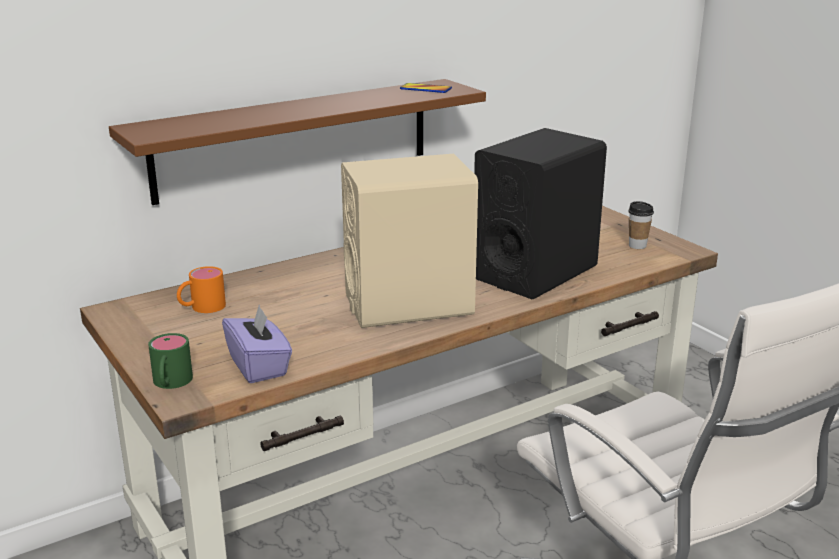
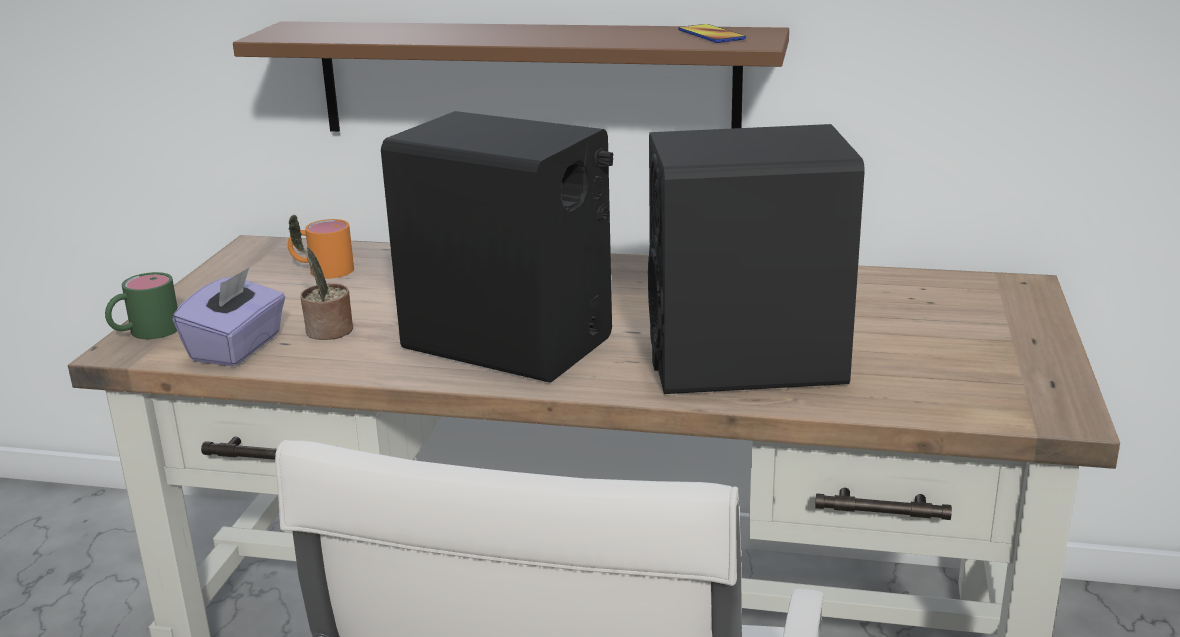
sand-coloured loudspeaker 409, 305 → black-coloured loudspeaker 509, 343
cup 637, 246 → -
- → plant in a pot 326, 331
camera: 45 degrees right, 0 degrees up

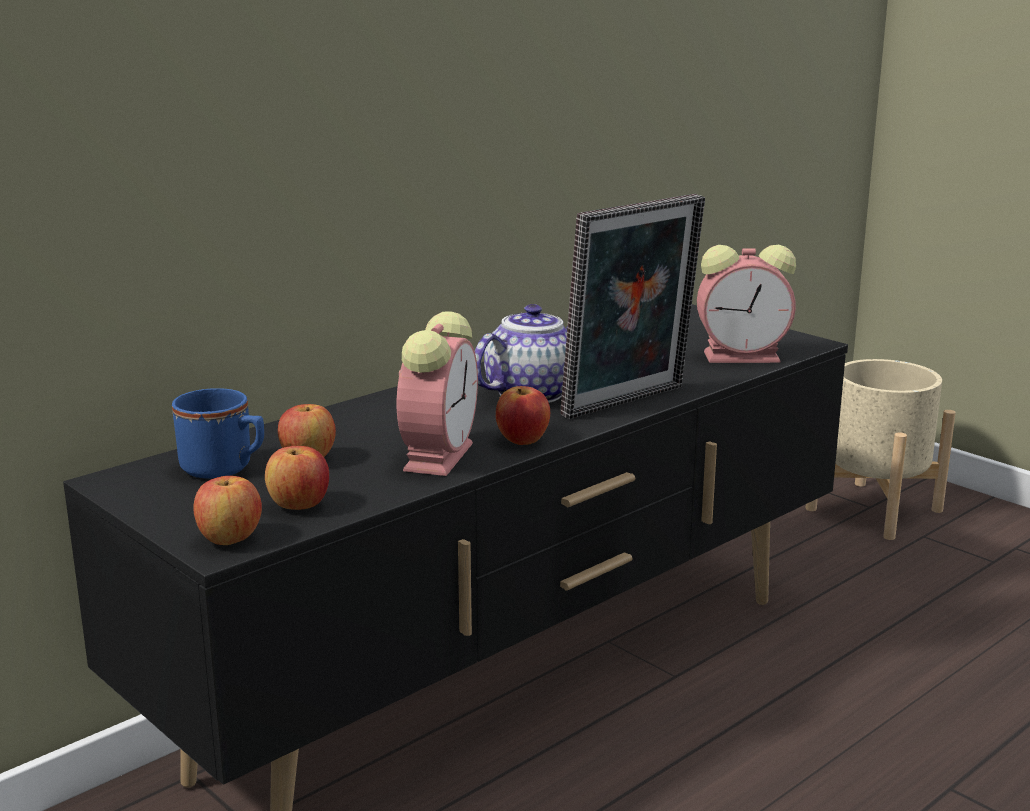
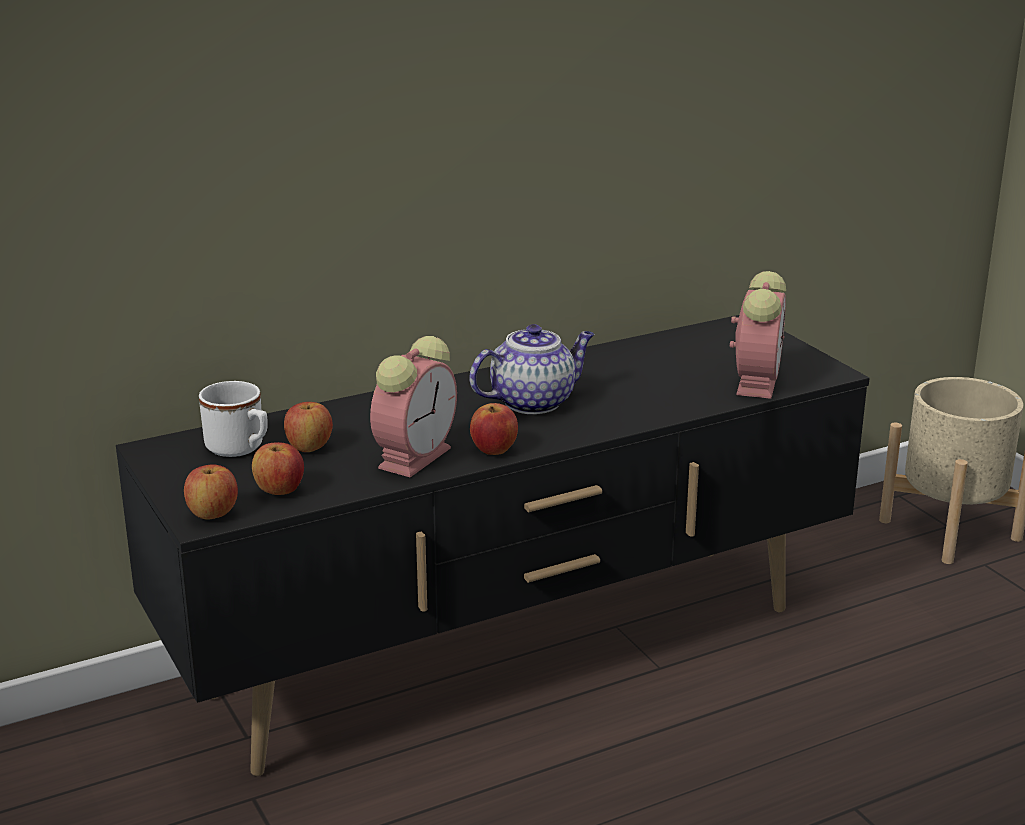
standing frame 629, 404 → -
bedside clock 744, 356 → bedside clock 756, 381, 90 degrees counterclockwise
blue mug 225, 469 → whitish mug 240, 449
camera: 15 degrees right, 5 degrees up

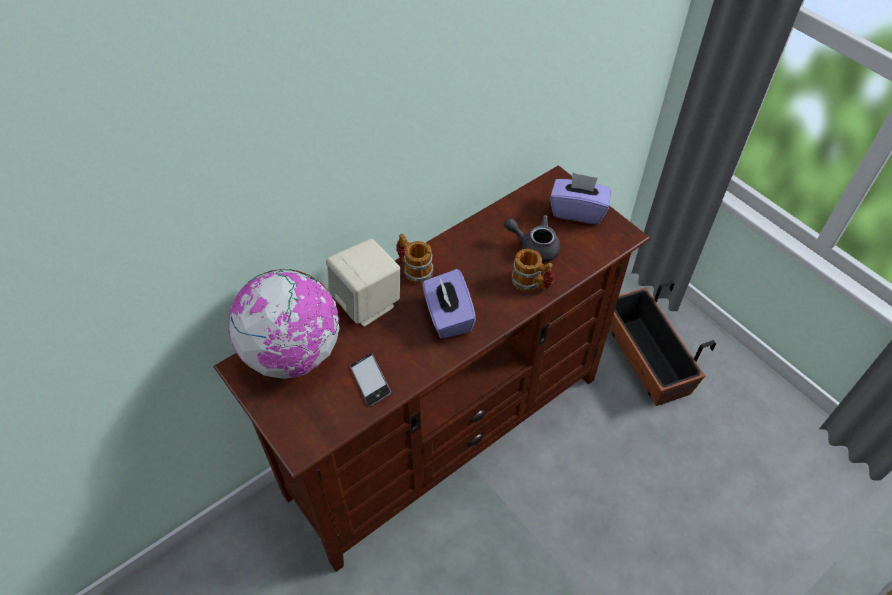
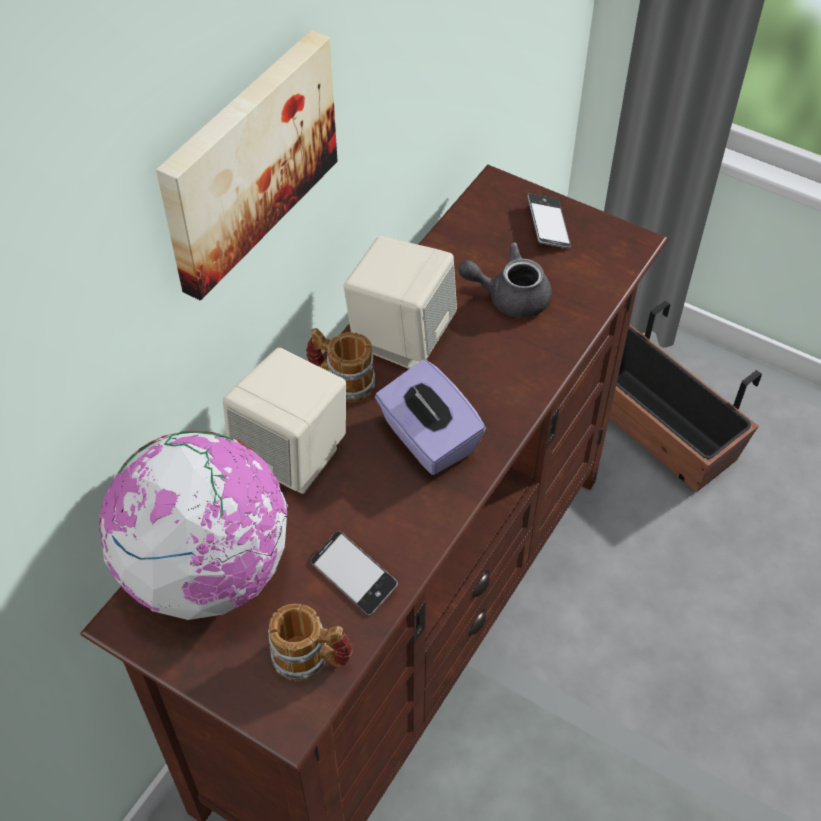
purplish box of tissues 577, 211 → handset 548, 225
mug 531, 283 → mug 312, 659, move
- → picture 246, 160
- → sand-coloured loudspeaker 401, 337
camera: 20 degrees left, 0 degrees up

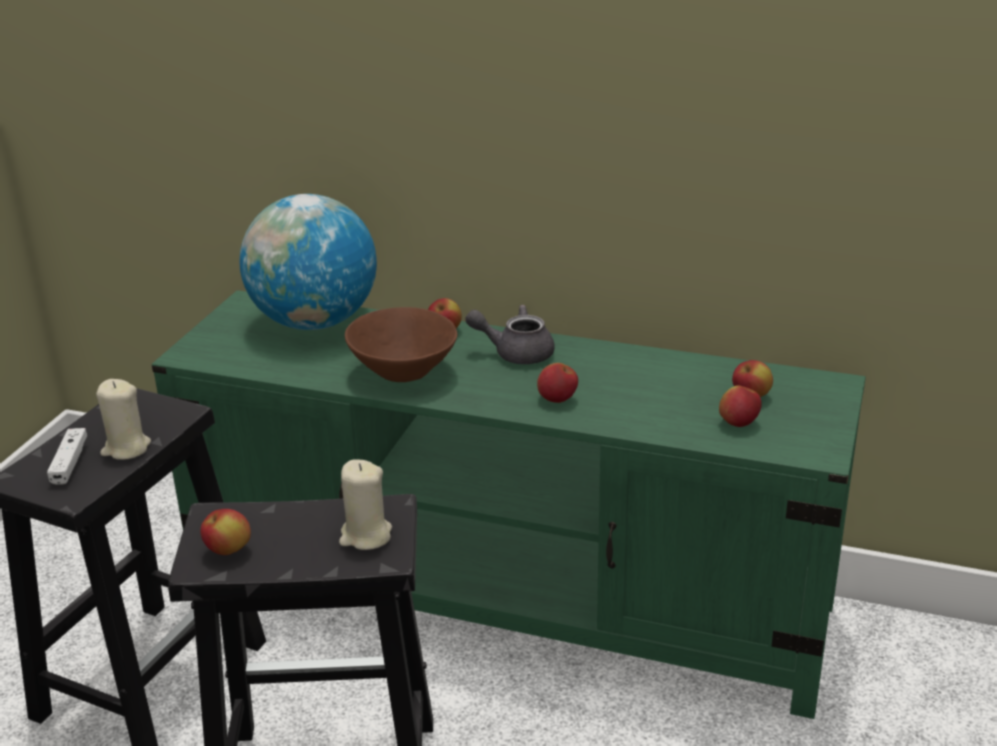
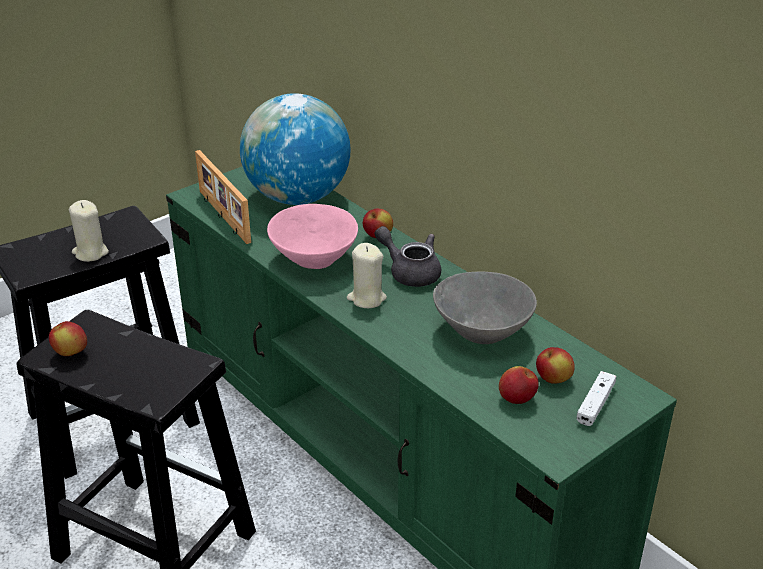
brown bowl 404, 373 → pinkish bowl 314, 260
whole apple 557, 399 → -
whitish game controller 69, 463 → whitish game controller 595, 404, move
sand-coloured candle 365, 536 → sand-coloured candle 366, 298, move
- → standing frame 222, 216
- → greyish bowl 481, 332
camera: 30 degrees right, 5 degrees up

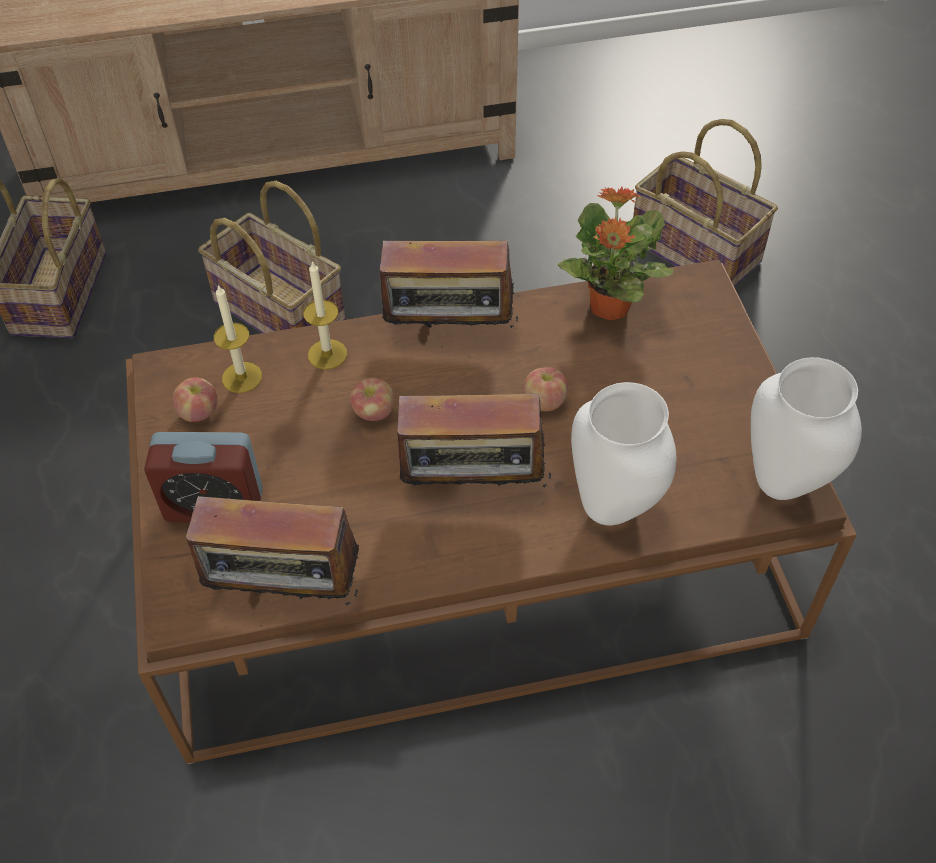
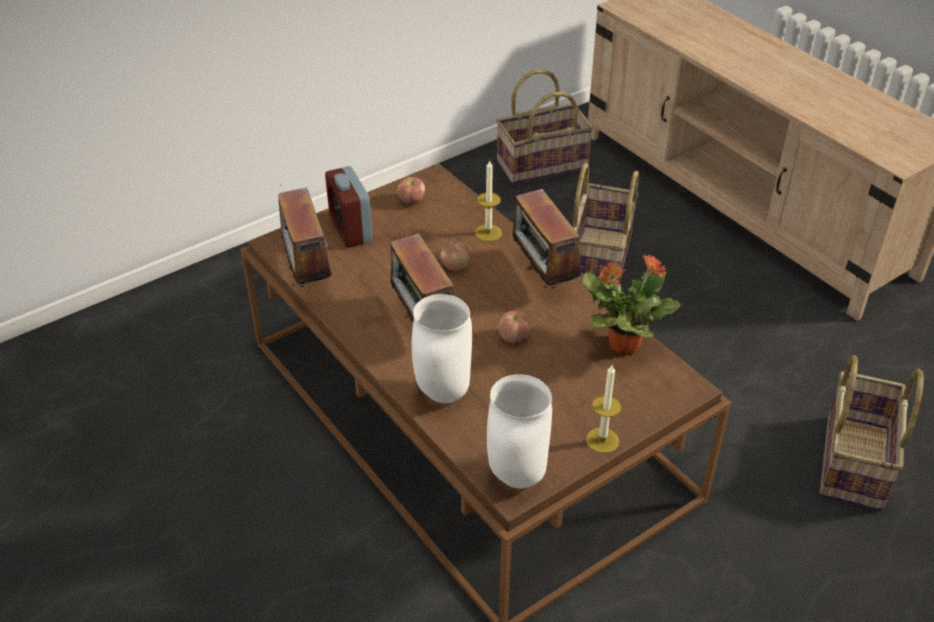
candle 242, 377 → candle 602, 440, move
camera: 65 degrees right, 10 degrees down

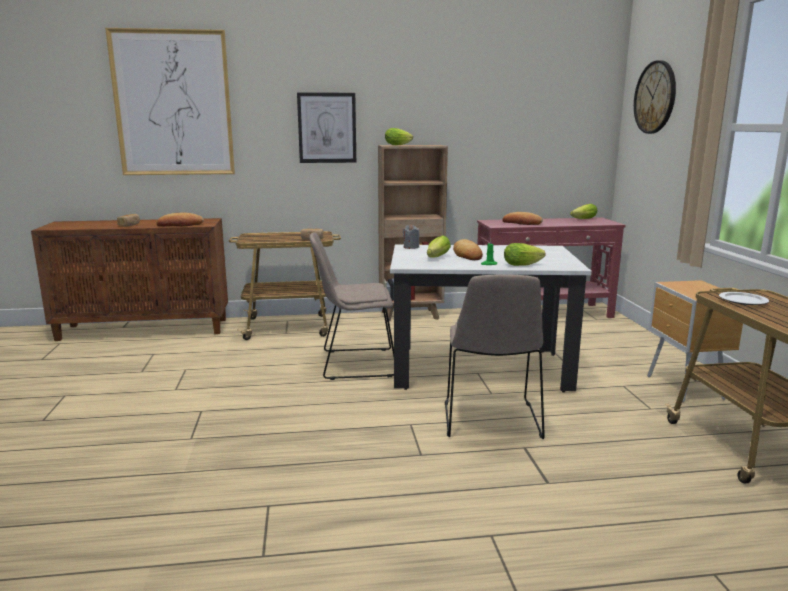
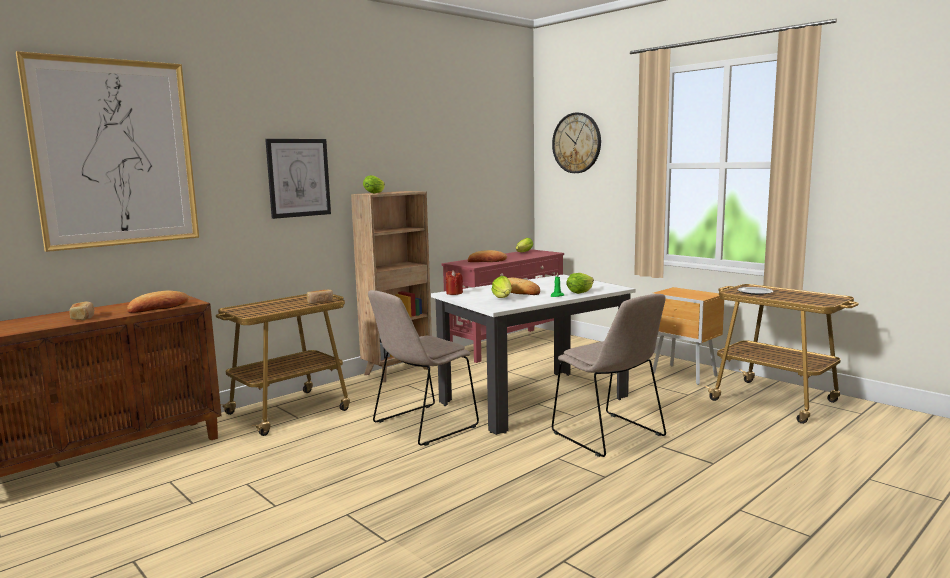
greyish candle 411, 247 → reddish candle 454, 293
camera: 35 degrees left, 5 degrees down

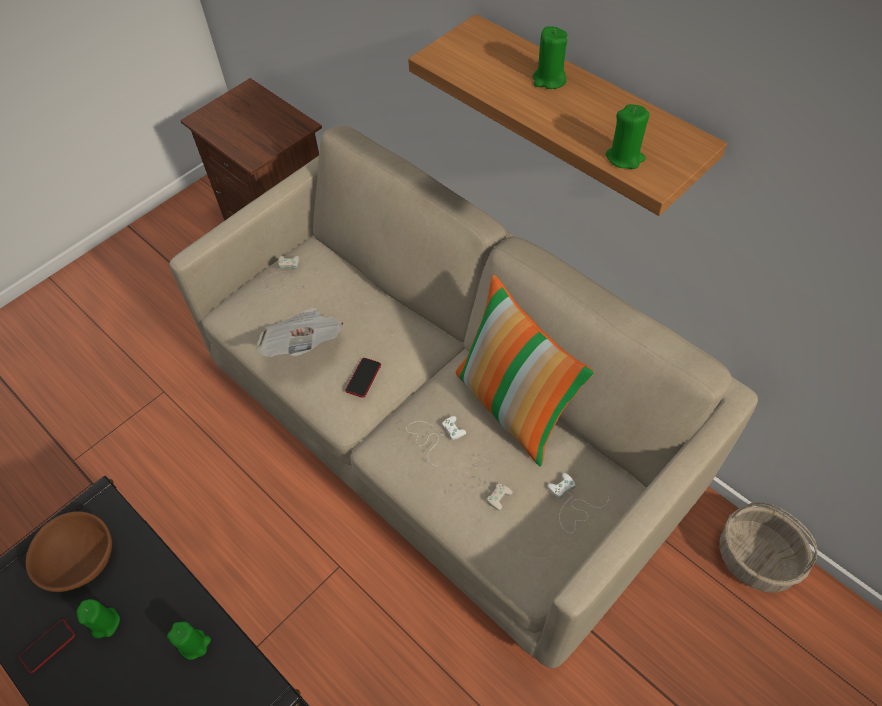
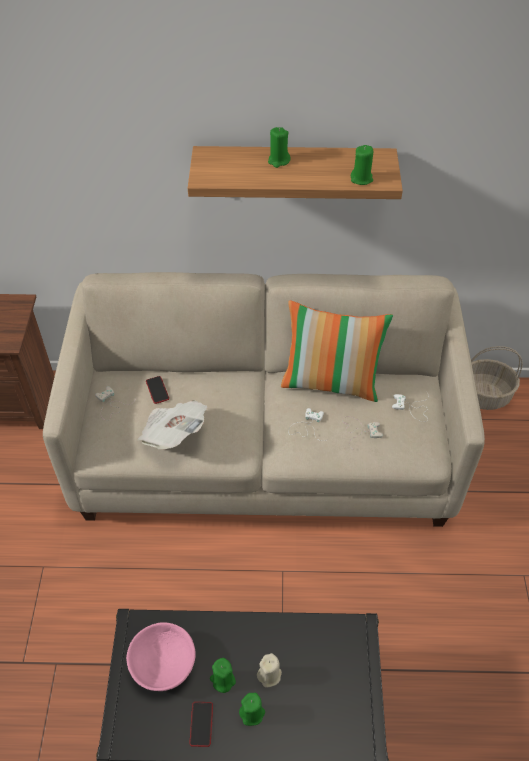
handset 363, 378 → handset 157, 390, move
brown bowl 82, 560 → pinkish bowl 164, 664
green candle 194, 644 → green candle 252, 713, move
- → sand-coloured candle 269, 675
camera: 45 degrees left, 5 degrees down

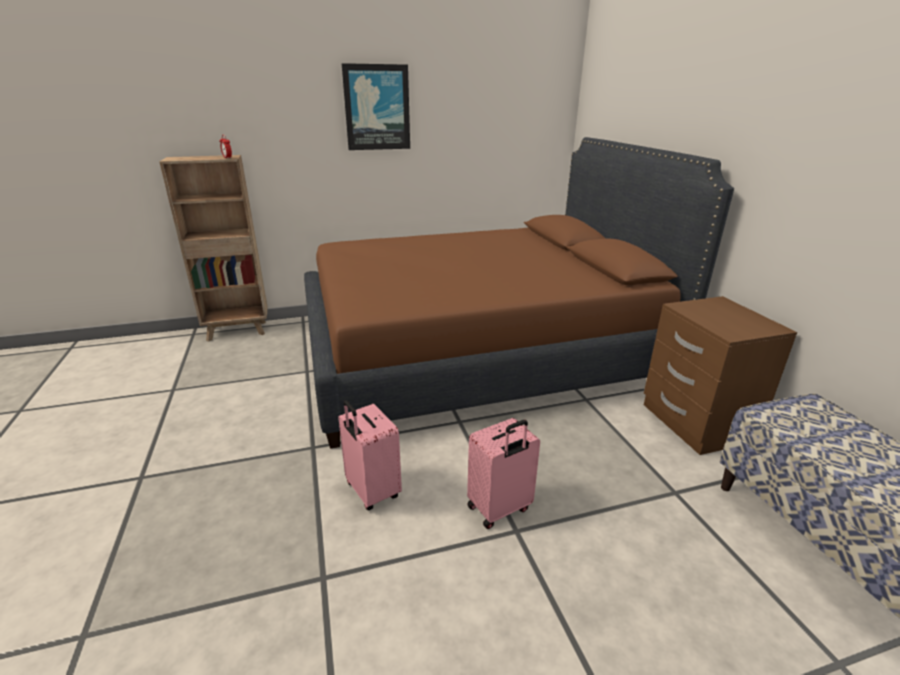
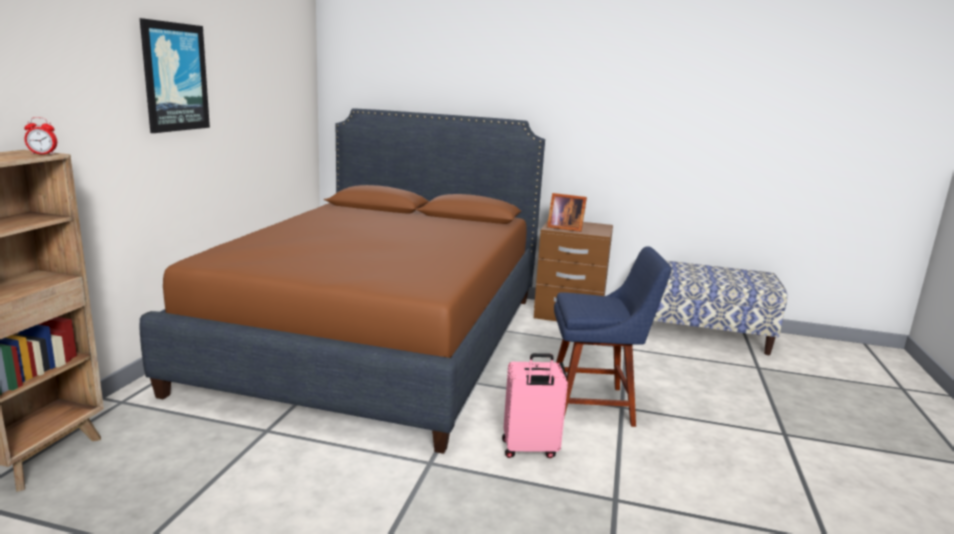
pinkish piece of luggage 500, 509 → blue chair 596, 405
- → standing frame 564, 228
camera: 60 degrees left, 10 degrees down

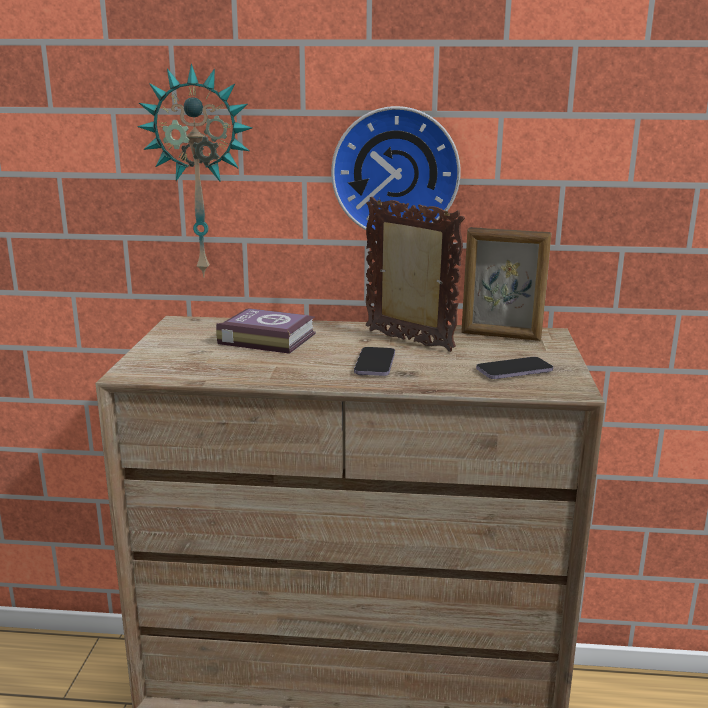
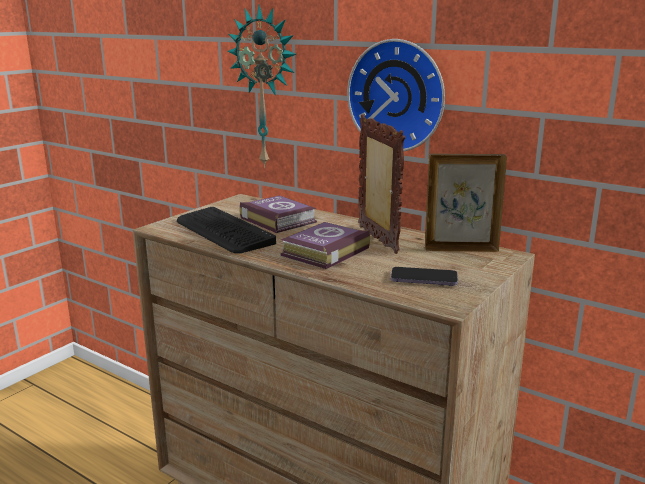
standing frame 501, 336 → standing frame 460, 249, 135 degrees clockwise
handset 375, 364 → bound book 323, 252
- → PC keyboard 223, 231
camera: 30 degrees right, 0 degrees up

